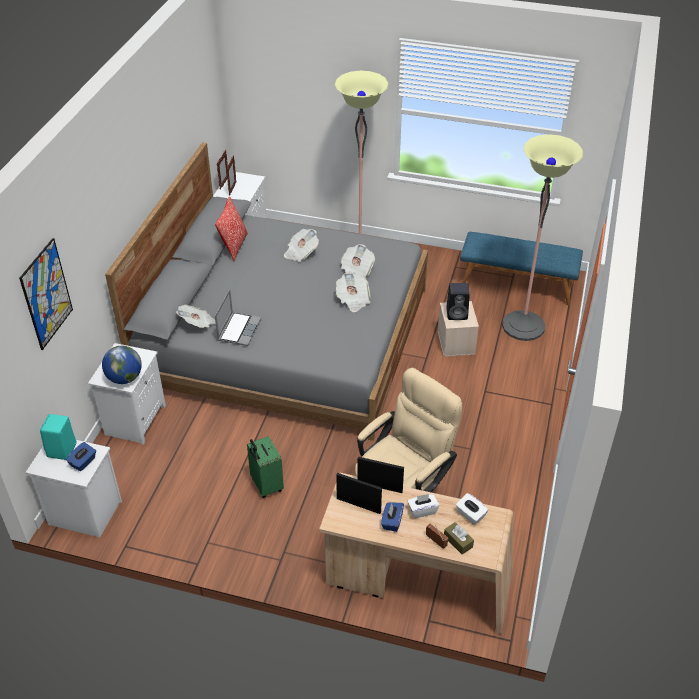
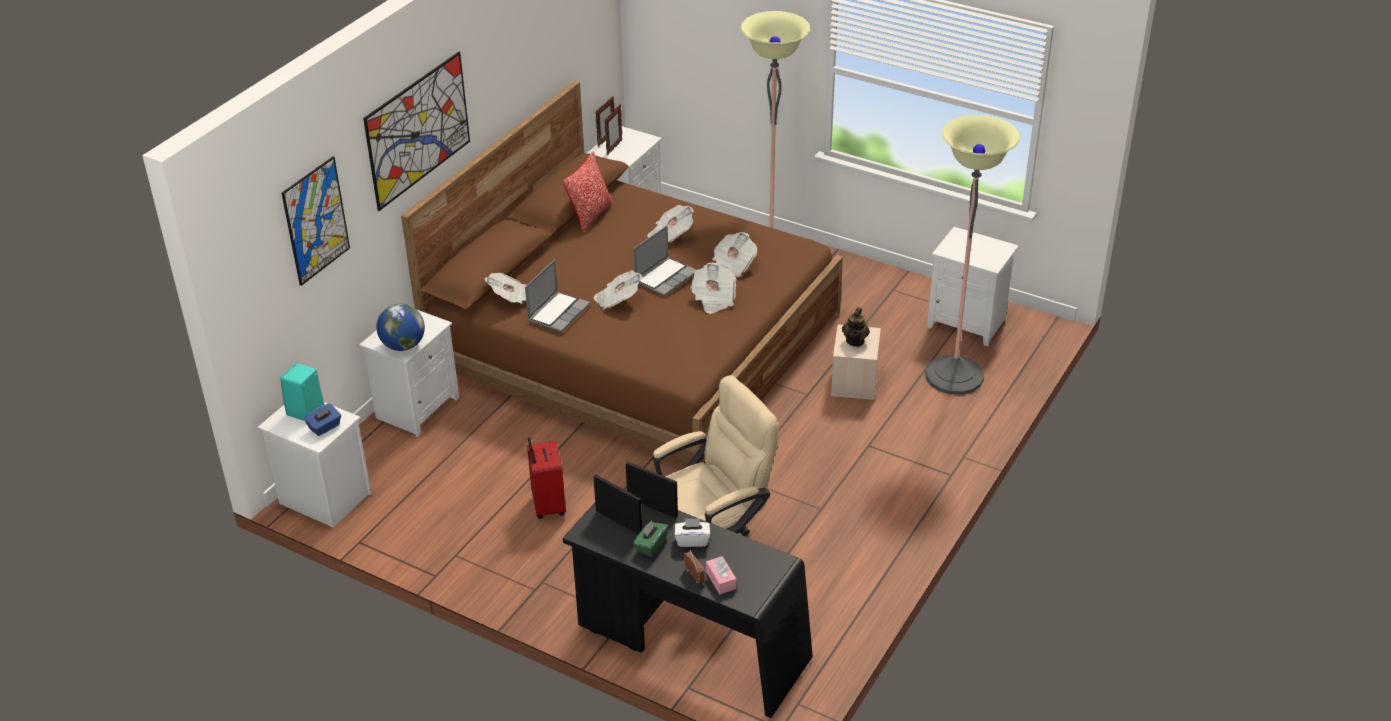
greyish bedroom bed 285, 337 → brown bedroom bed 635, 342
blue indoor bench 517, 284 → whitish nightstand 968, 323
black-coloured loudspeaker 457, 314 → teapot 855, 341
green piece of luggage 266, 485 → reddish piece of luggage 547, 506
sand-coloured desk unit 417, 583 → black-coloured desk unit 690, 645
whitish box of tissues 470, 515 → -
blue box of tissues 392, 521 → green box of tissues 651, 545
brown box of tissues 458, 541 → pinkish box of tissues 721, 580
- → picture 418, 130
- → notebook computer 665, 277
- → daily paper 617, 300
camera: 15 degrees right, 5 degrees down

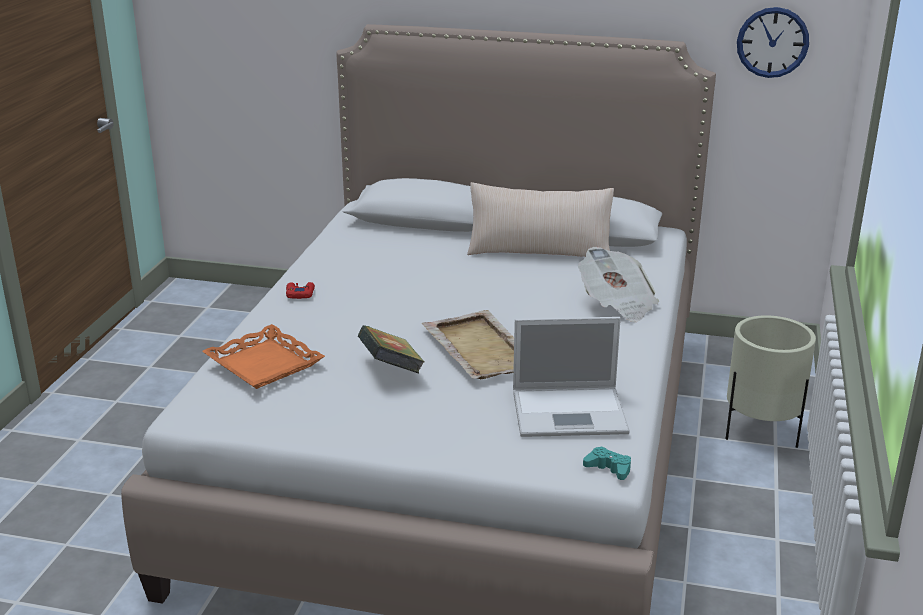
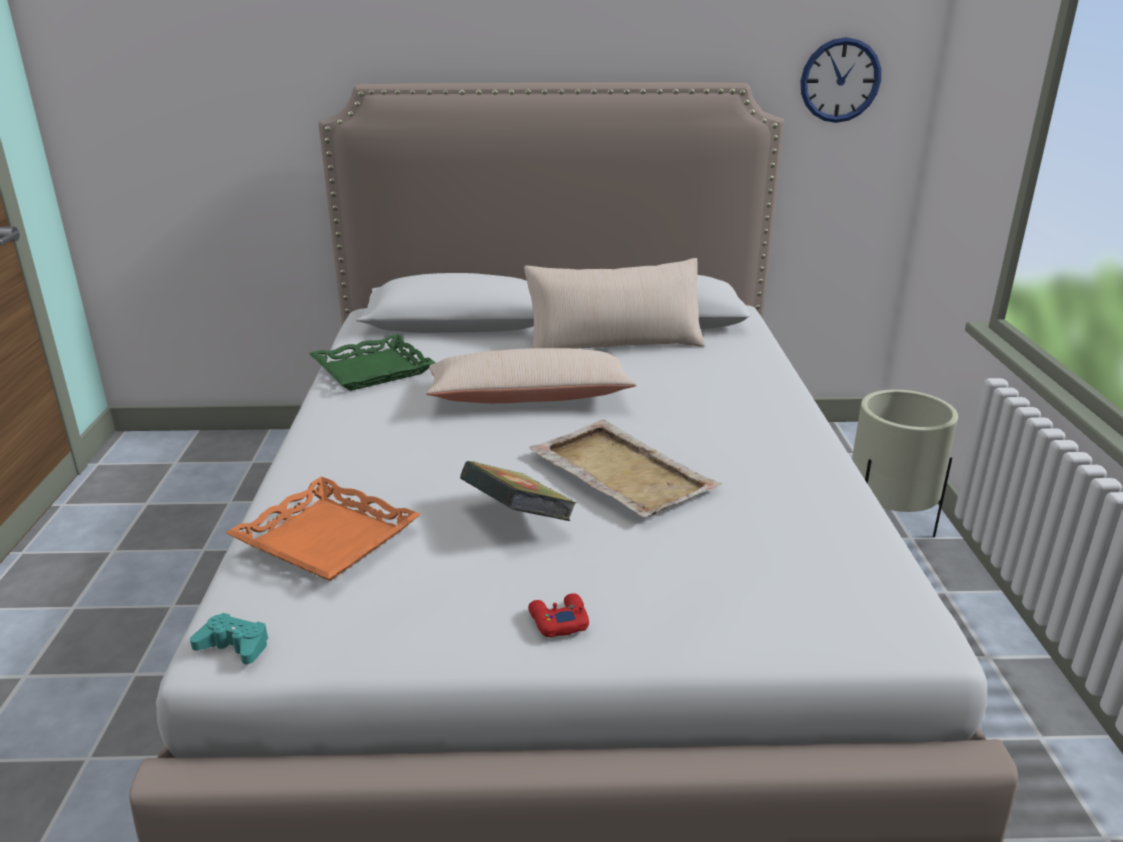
daily paper 617, 304 → -
reddish game controller 300, 294 → reddish game controller 558, 621, move
notebook computer 571, 412 → -
turquoise game controller 608, 468 → turquoise game controller 234, 646, move
- → green serving tray 372, 369
- → sand-coloured cushion 529, 397
camera: 15 degrees left, 0 degrees up

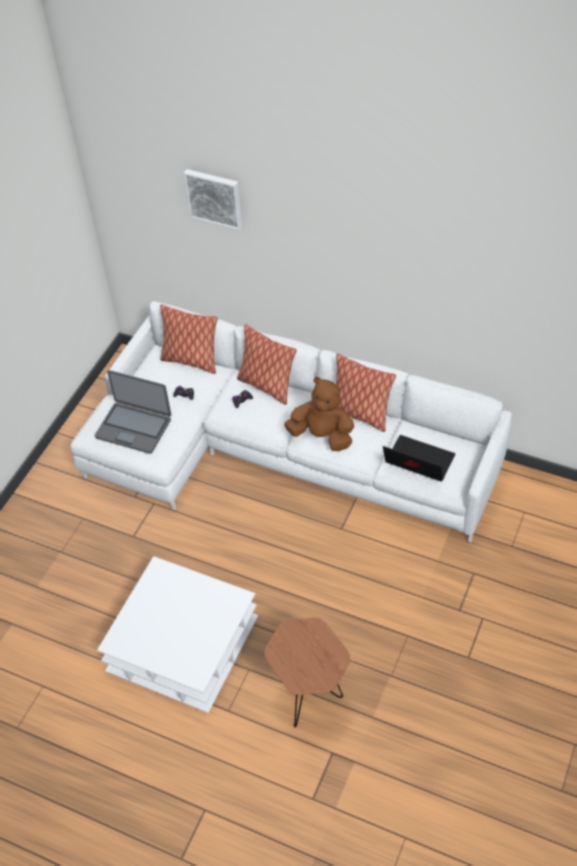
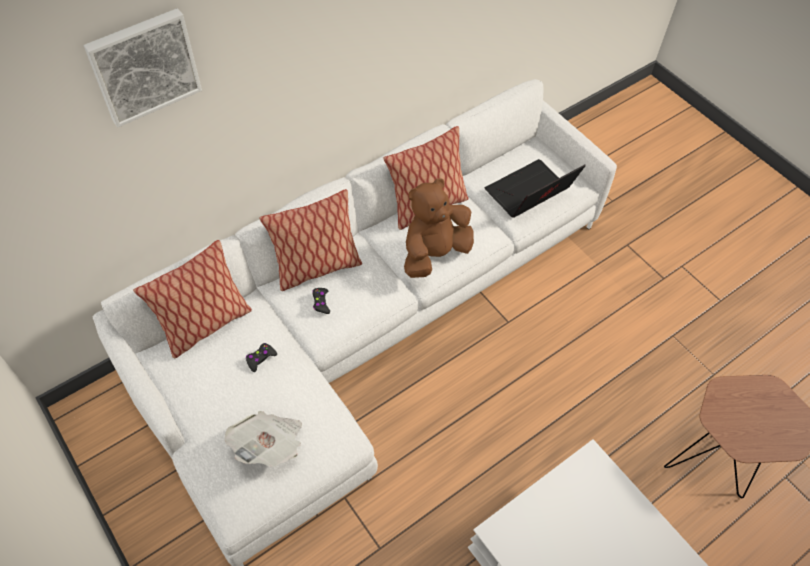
notebook computer 134, 427 → daily paper 269, 445
camera: 65 degrees left, 5 degrees up

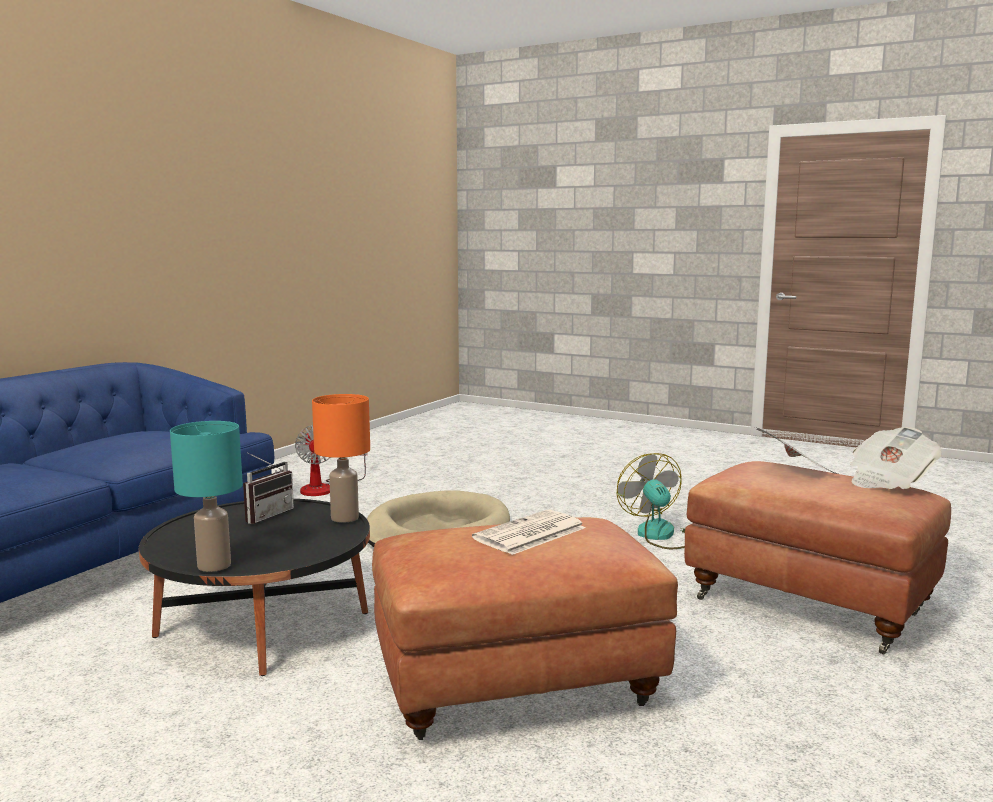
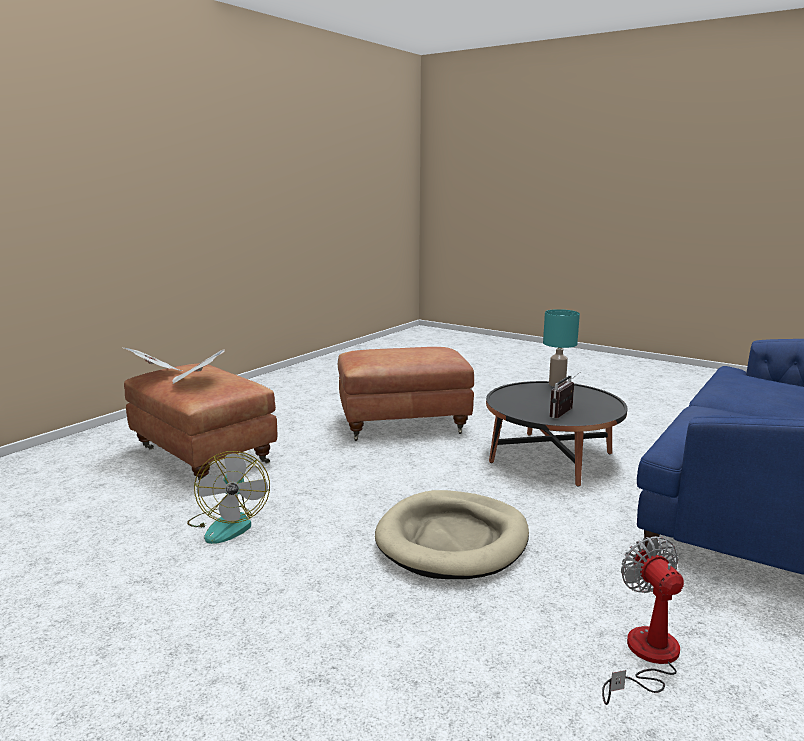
orange-coloured lamp for a table 344, 518 → -
daily paper 529, 534 → -
camera: 175 degrees left, 5 degrees up

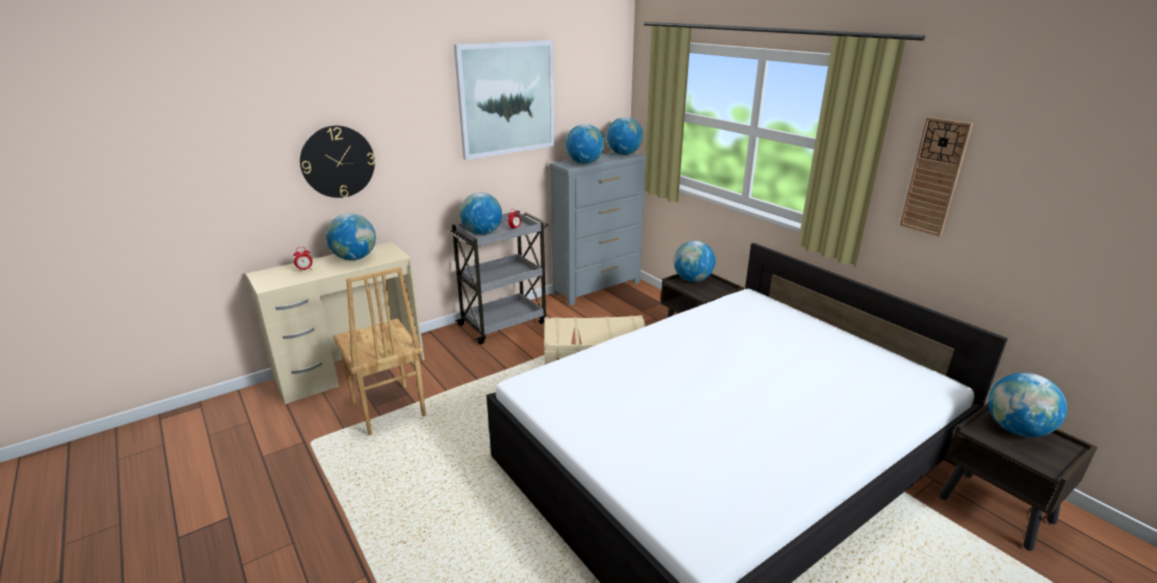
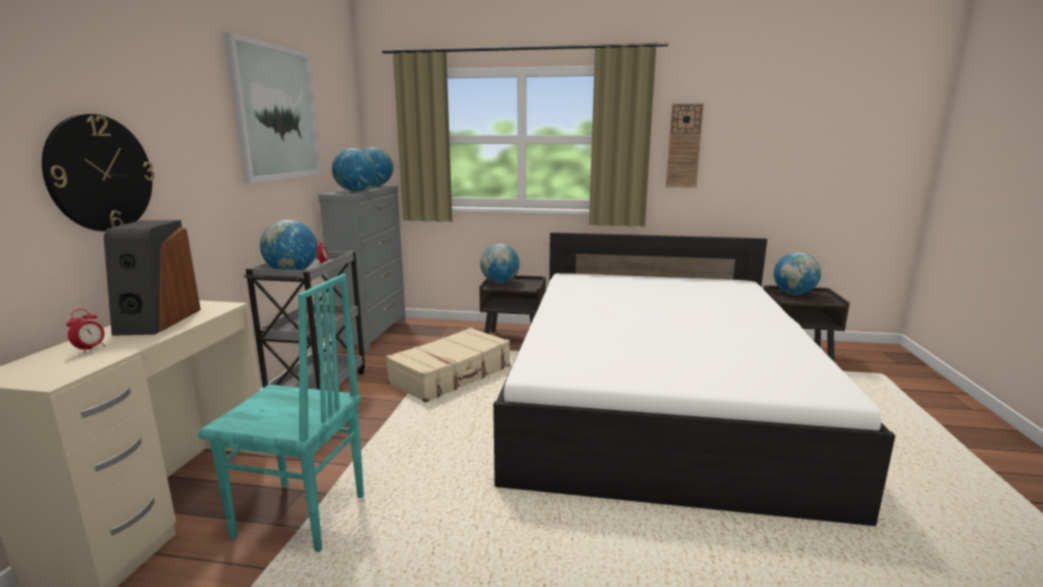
desk globe 355, 258 → loudspeaker 157, 321
brown chair 387, 410 → turquoise chair 300, 518
camera: 45 degrees left, 10 degrees down

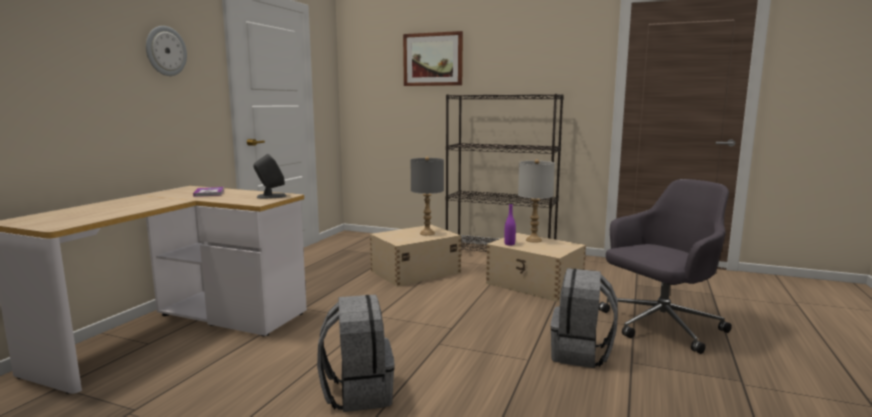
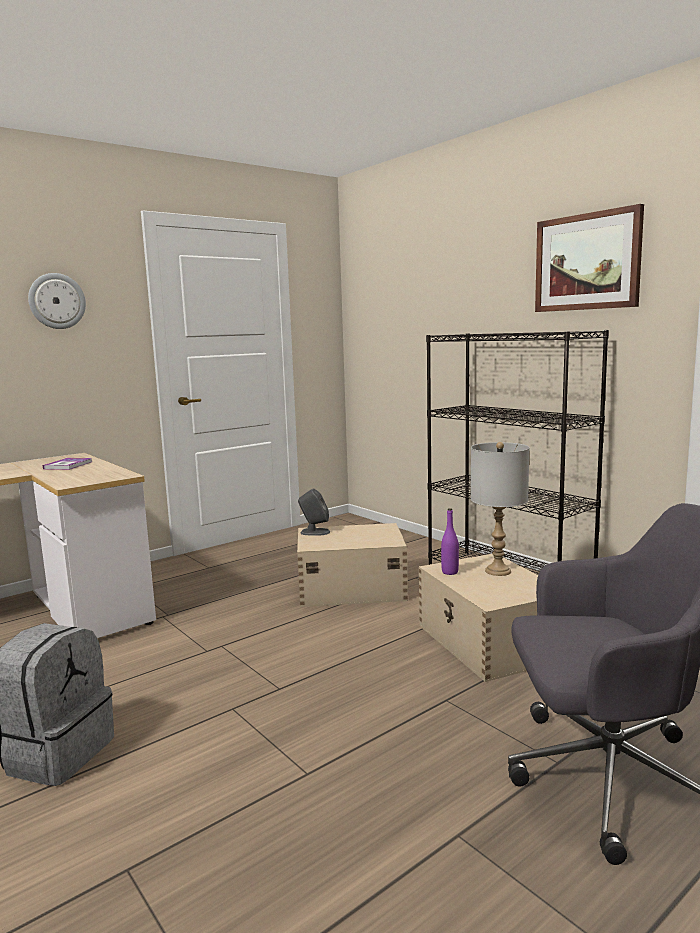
picture 433, 59 → picture 587, 262, move
greyish loudspeaker 271, 196 → greyish loudspeaker 314, 532, move
greyish lamp for a table 427, 233 → -
greyish backpack 581, 354 → -
camera: 30 degrees right, 0 degrees up

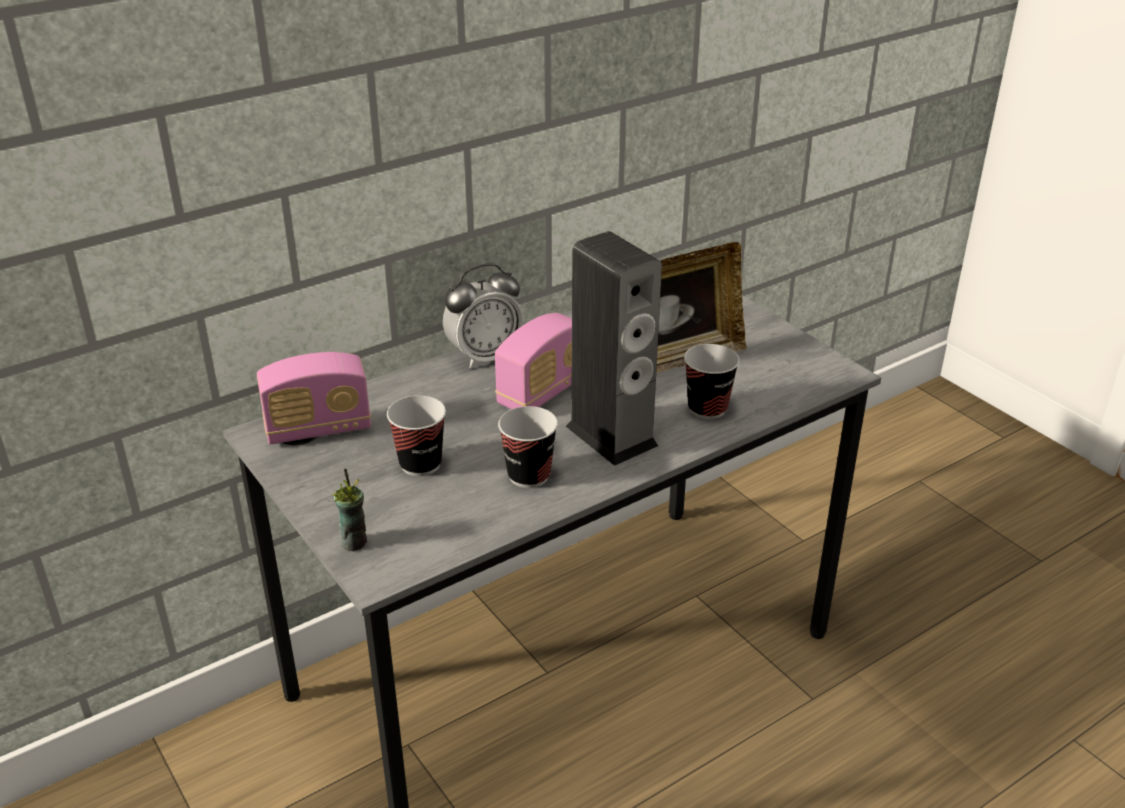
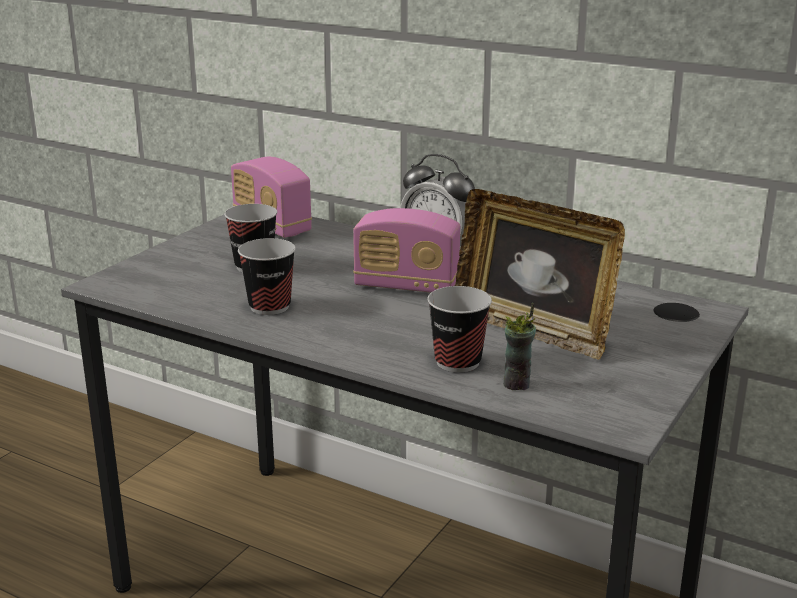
loudspeaker 611, 436 → -
cup 354, 542 → cup 517, 384, move
camera: 65 degrees right, 10 degrees down

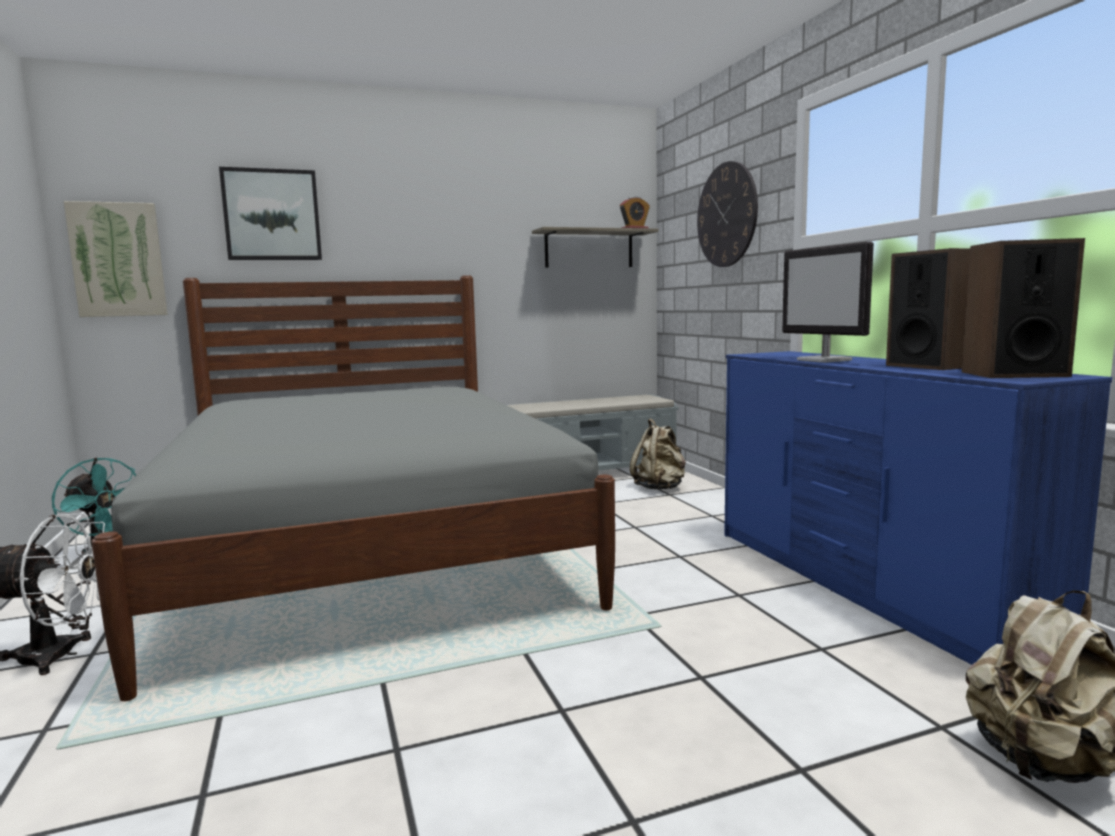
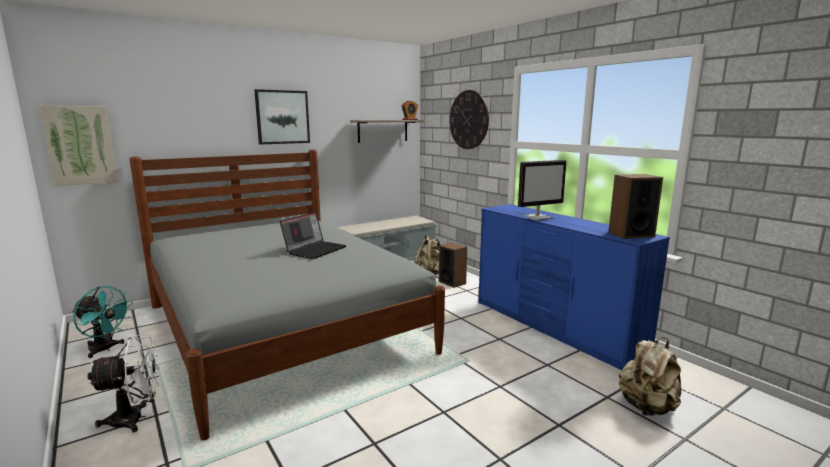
picture 272, 215 → picture 282, 117, move
computer display 825, 360 → computer display 538, 217, 75 degrees counterclockwise
loudspeaker 930, 366 → loudspeaker 452, 282, move
- → notebook computer 315, 250
camera: 15 degrees left, 5 degrees up

